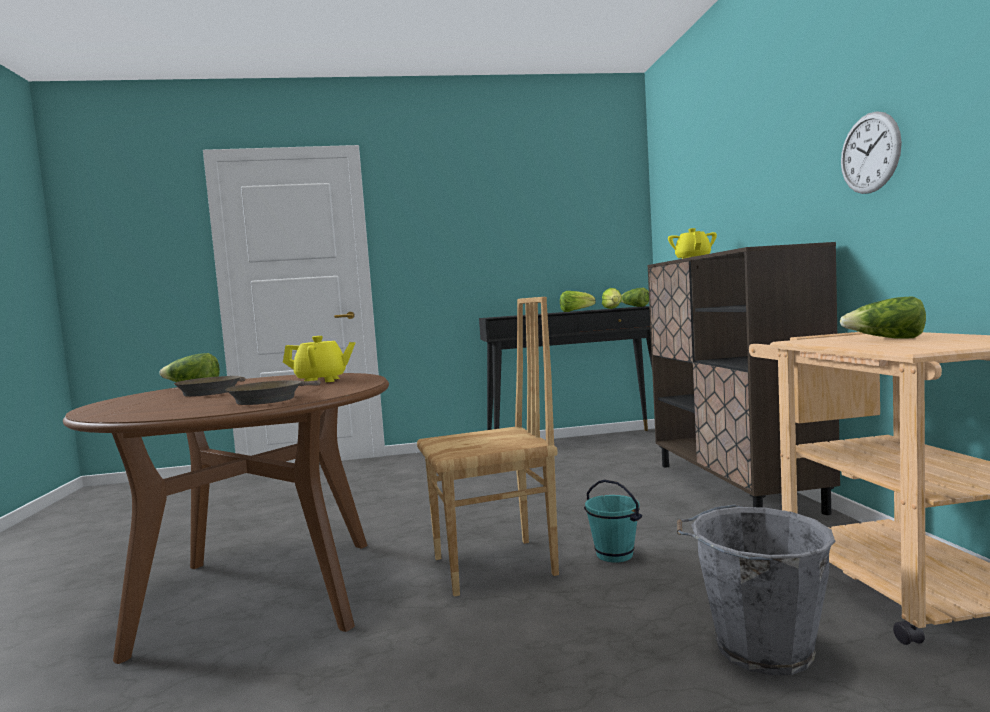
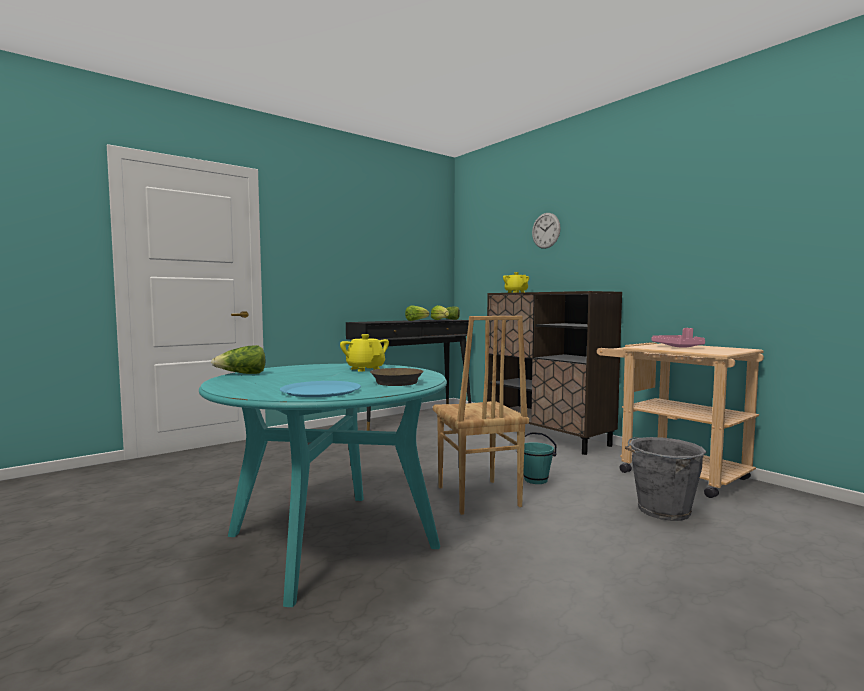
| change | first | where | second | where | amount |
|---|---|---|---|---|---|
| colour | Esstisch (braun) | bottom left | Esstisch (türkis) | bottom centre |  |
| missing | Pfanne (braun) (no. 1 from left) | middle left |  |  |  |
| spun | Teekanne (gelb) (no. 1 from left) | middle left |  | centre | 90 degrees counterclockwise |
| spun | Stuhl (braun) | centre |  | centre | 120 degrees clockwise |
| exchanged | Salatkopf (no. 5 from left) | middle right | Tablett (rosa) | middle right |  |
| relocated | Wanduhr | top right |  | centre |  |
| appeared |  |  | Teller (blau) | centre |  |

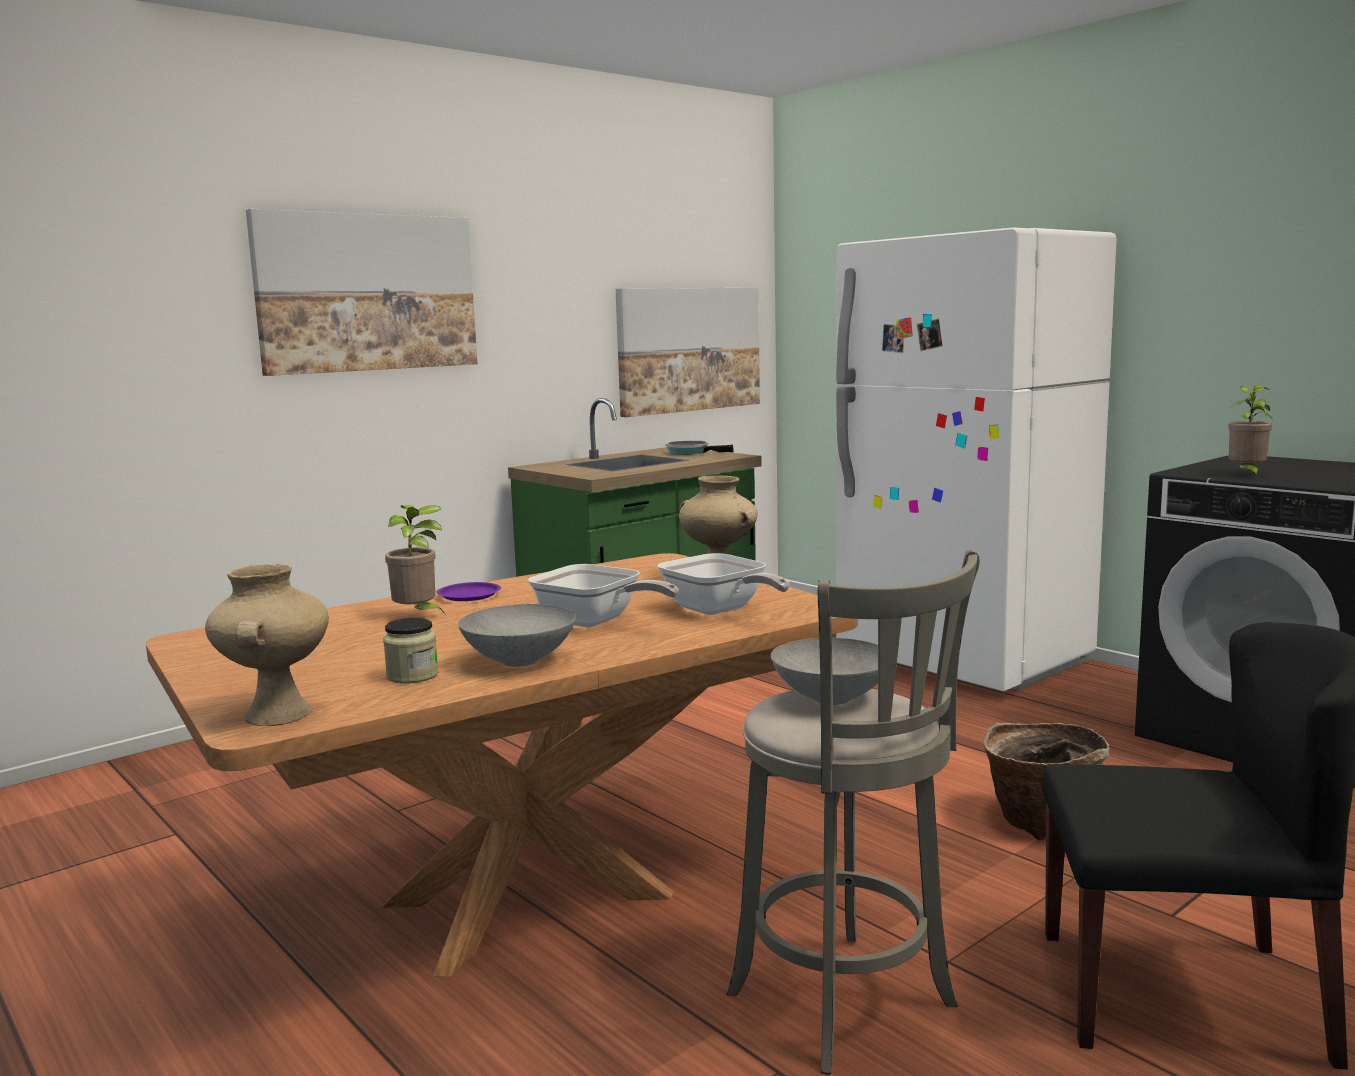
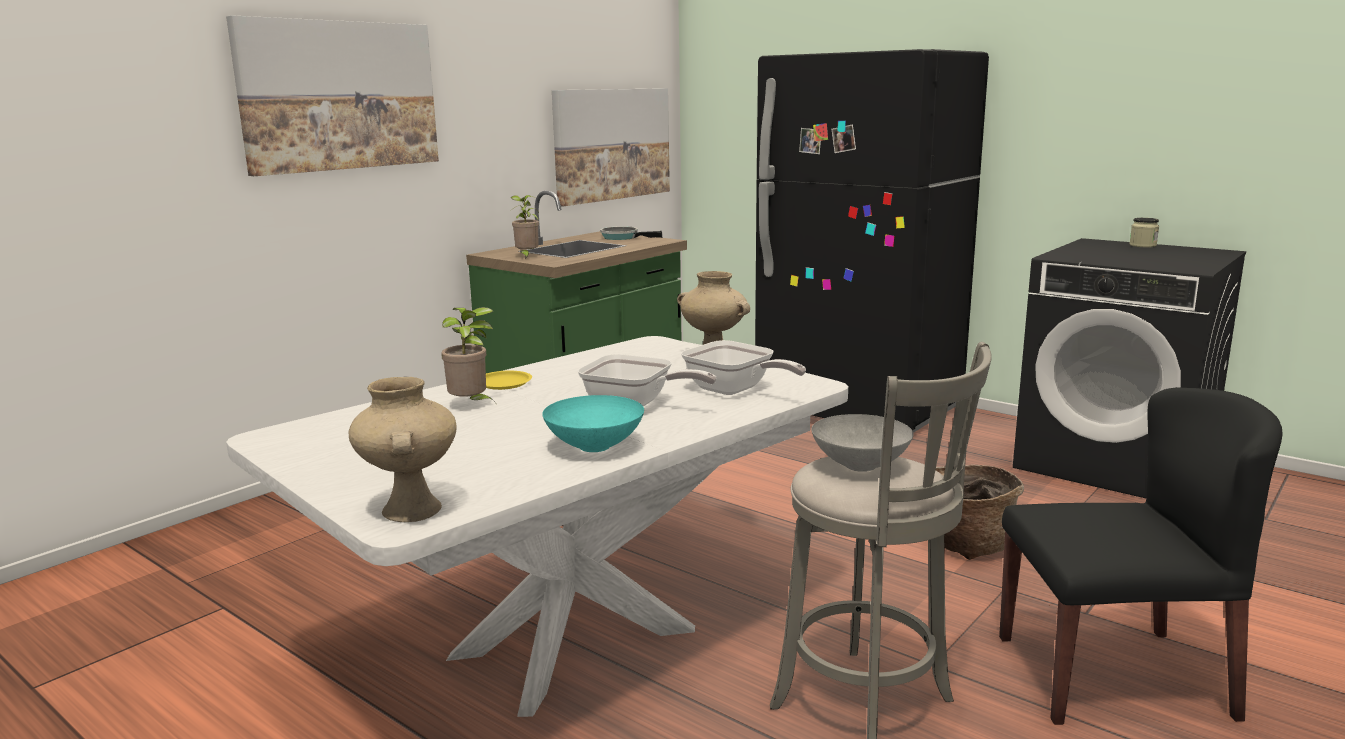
| change | first | where | second | where | amount |
|---|---|---|---|---|---|
| colour | Esstisch (braun) | bottom centre | Esstisch (weiß) | bottom centre |  |
| relocated | Vorratsglas | middle left |  | top right |  |
| colour | Teller (lila) | centre | Teller (gelb) | centre |  |
| colour | Schüssel (grau) (no. 1 from left) | centre | Schüssel (türkis) | centre |  |
| colour | Kühlschrank (weiß) | middle right | Kühlschrank (schwarz) | top centre |  |
| relocated | Topfpflanze (no. 2 from left) | middle right |  | top centre |  |

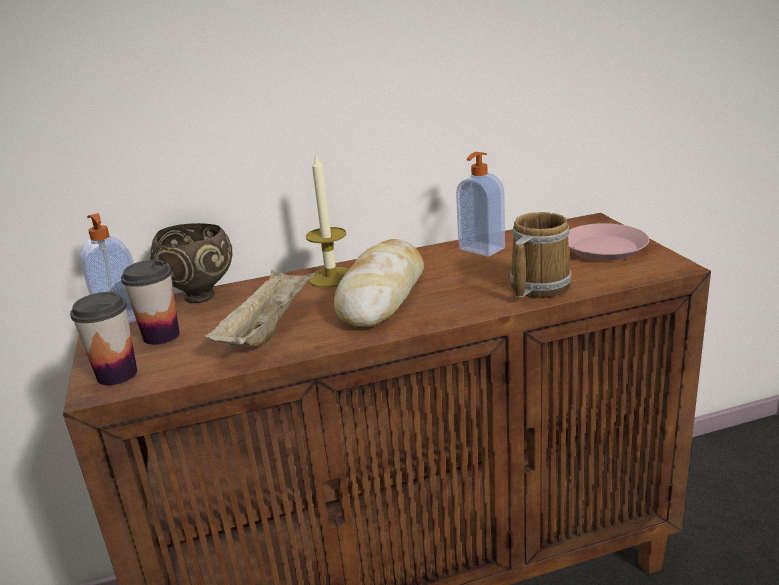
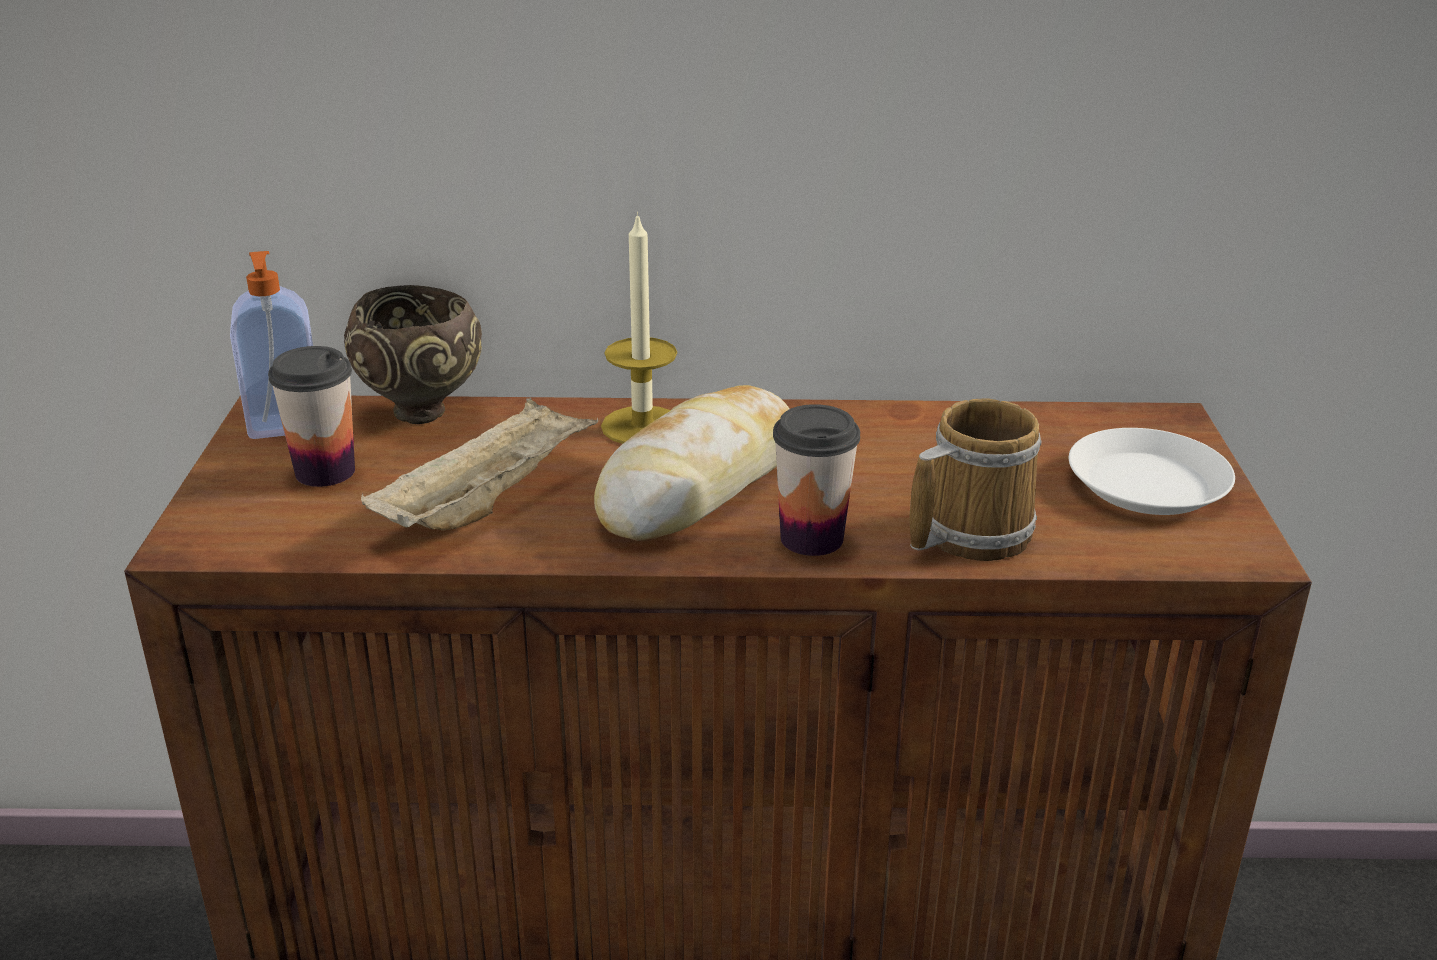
| change | first | where | second | where | amount |
|---|---|---|---|---|---|
| relocated | Tasse (no. 1 from left in the first image) | middle left | Tasse (no. 2 from left) | centre |  |
| missing | Seifenspender (no. 2 from left) | centre |  |  |  |
| colour | Teller (rosa) | middle right | Teller (weiß) | middle right |  |

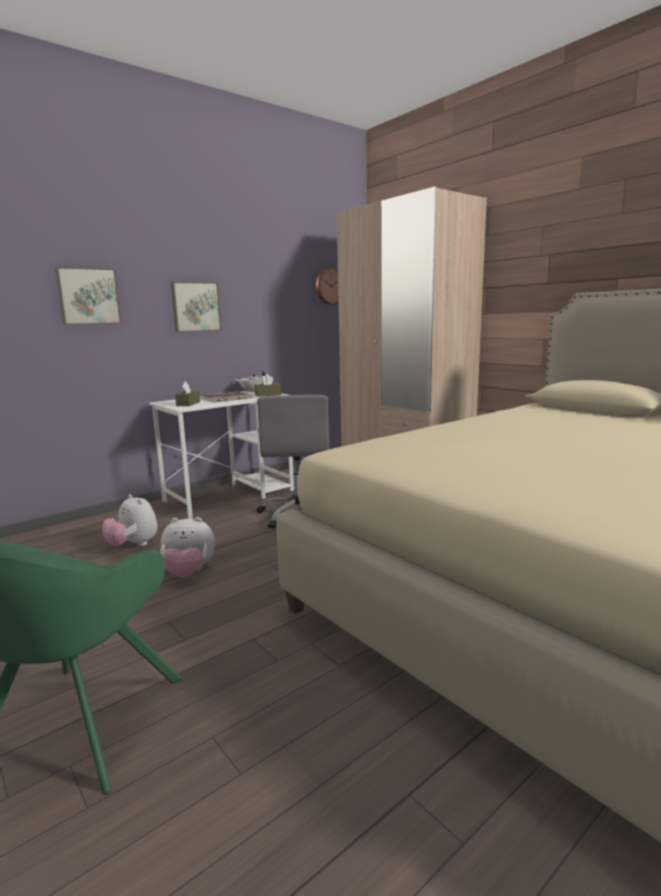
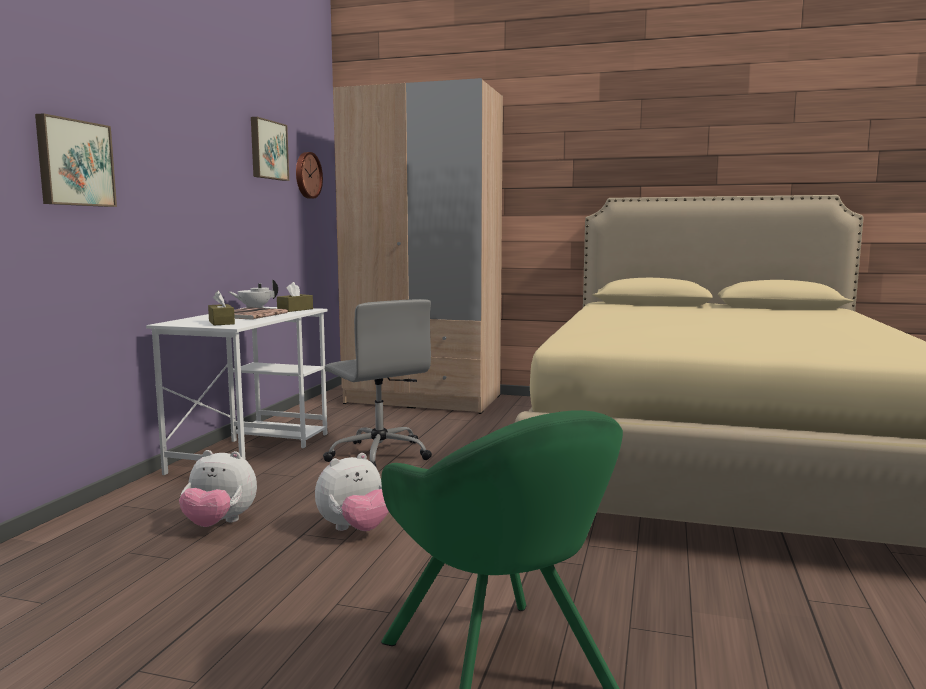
| change | first | where | second | where | amount |
|---|---|---|---|---|---|
| relocated | Bild (no. 2 from left) | middle left |  | top left |  |

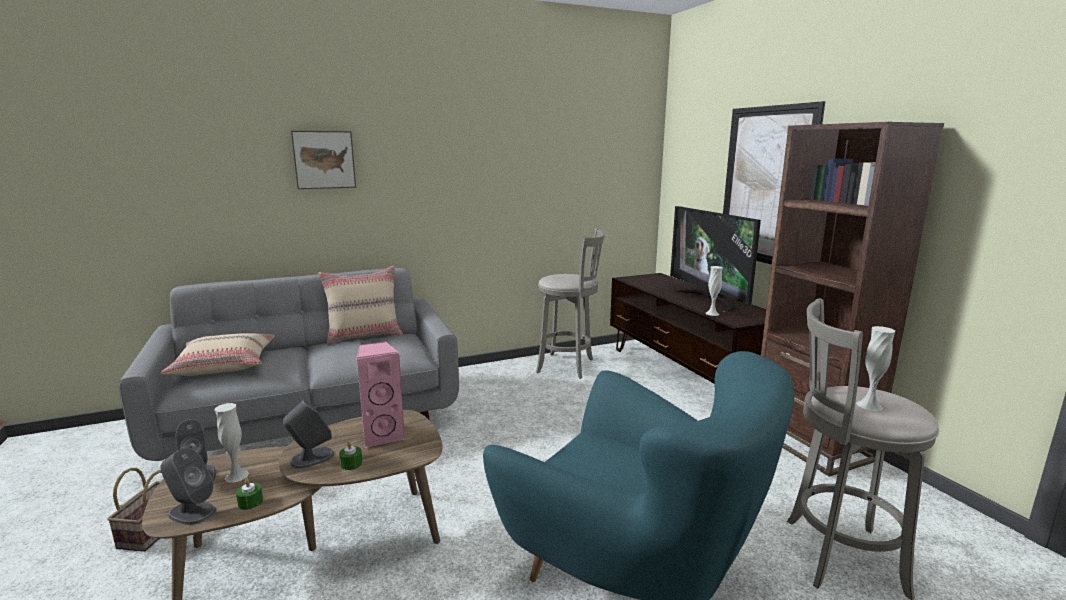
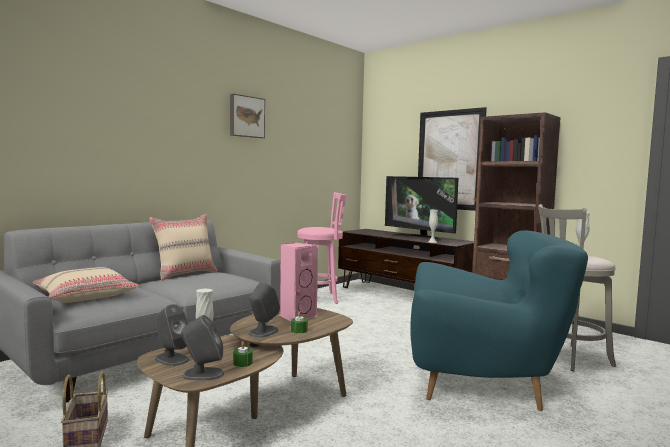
| change | first | where | second | where | amount |
|---|---|---|---|---|---|
| relocated | Bild (no. 1 from left) | top left |  | top centre |  |
| colour | Hocker (grau) (no. 1 from left) | centre | Hocker (rosa) | centre |  |

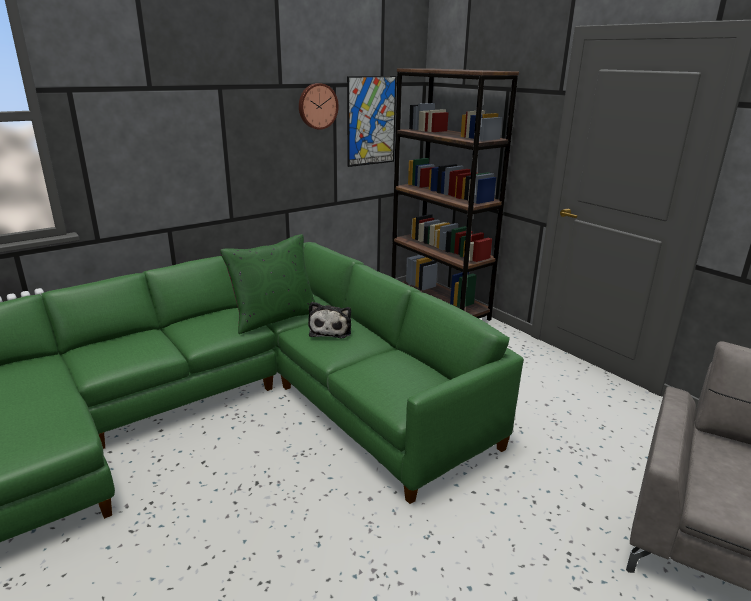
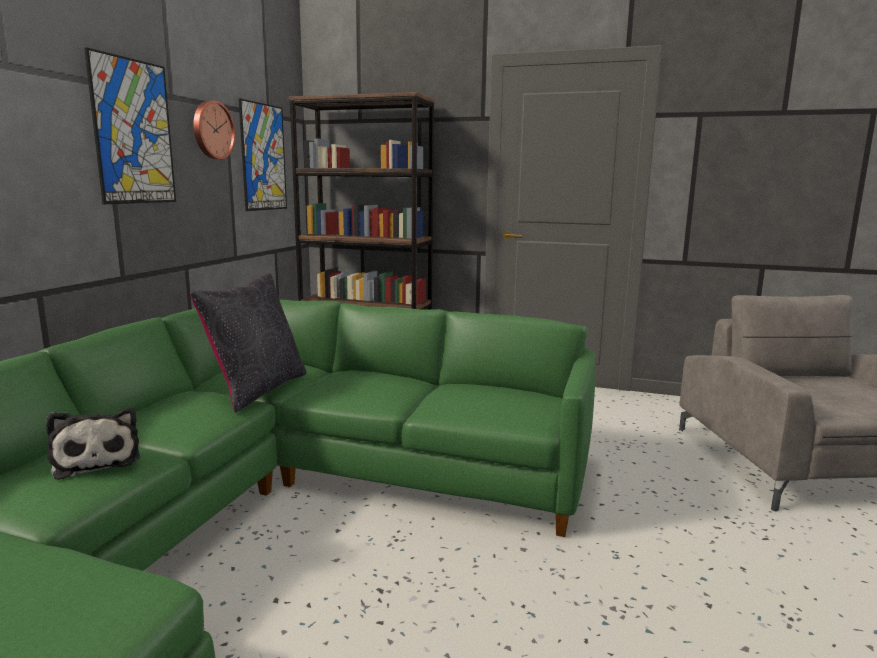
| change | first | where | second | where | amount |
|---|---|---|---|---|---|
| colour | Kissen (grün) | centre | Kissen (schwarz) | middle left |  |
| relocated | Plüschtier | centre |  | bottom left |  |
| appeared |  |  | Bild (no. 1 from left) | top left |  |

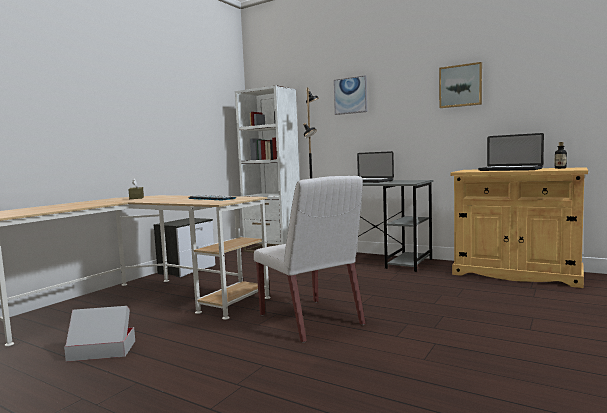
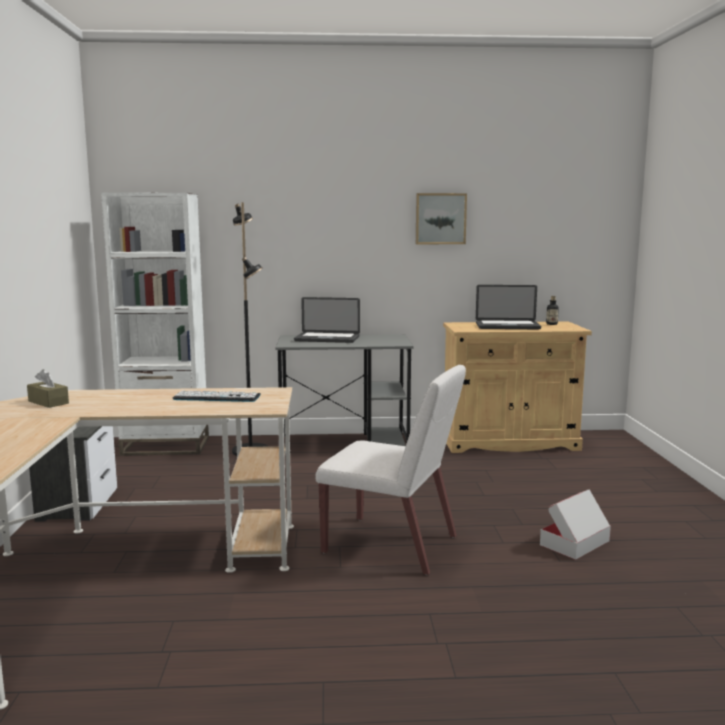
| change | first | where | second | where | amount |
|---|---|---|---|---|---|
| relocated | Karton | bottom left |  | bottom right |  |
| missing | Bild (no. 1 from left) | top centre |  |  |  |

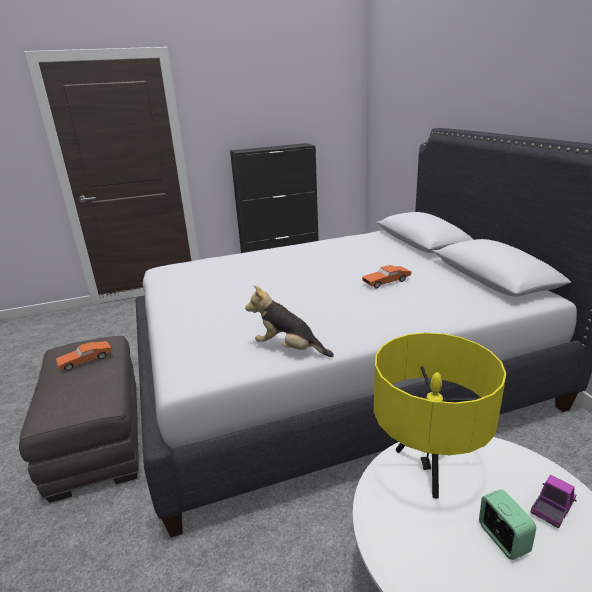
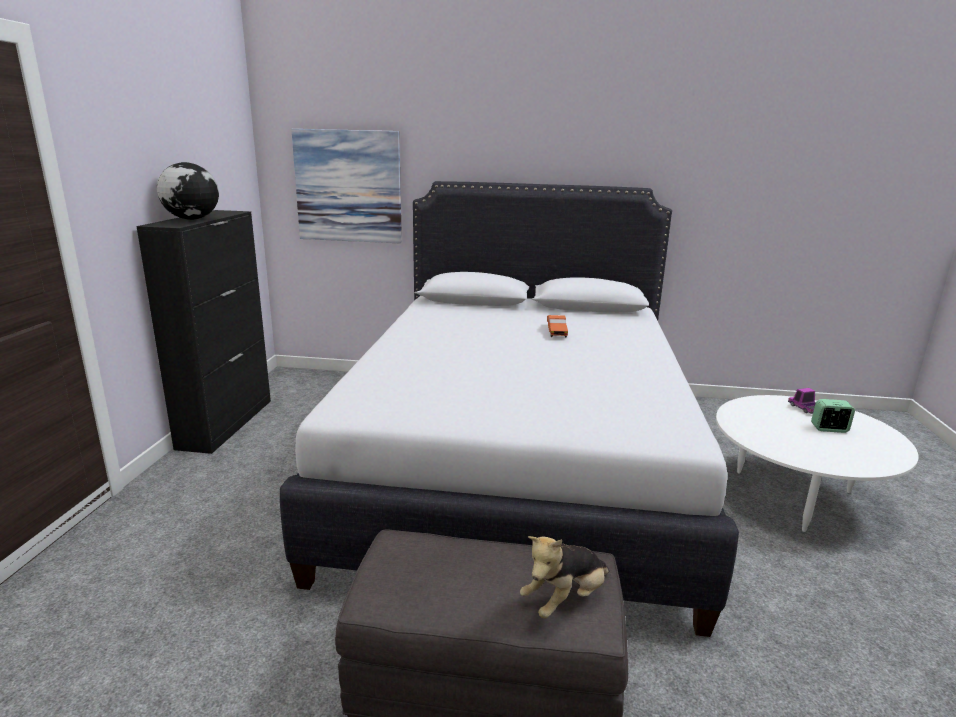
| change | first | where | second | where | amount |
|---|---|---|---|---|---|
| missing | Spielzeugauto (orange) (no. 1 from left) | middle left |  |  |  |
| relocated | Plüschtier | centre |  | bottom centre |  |
| missing | Tischlampe (gelb) | bottom right |  |  |  |
| appeared |  |  | Globus | top left |  |
| appeared |  |  | Bild | top centre |  |

